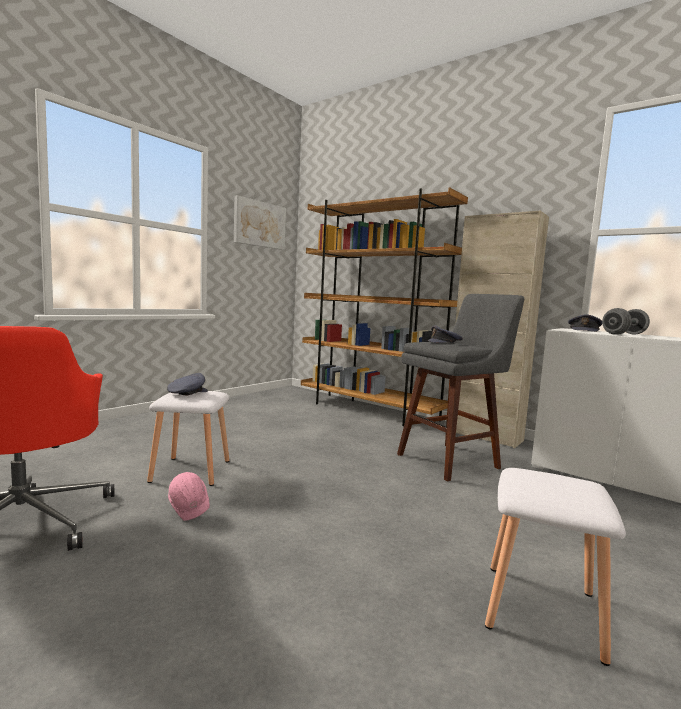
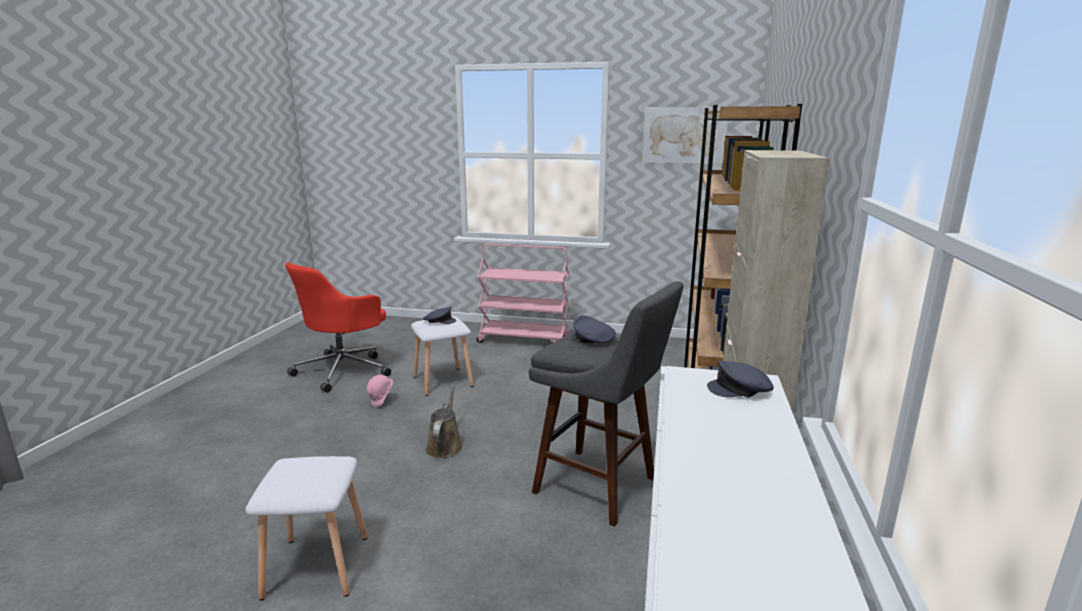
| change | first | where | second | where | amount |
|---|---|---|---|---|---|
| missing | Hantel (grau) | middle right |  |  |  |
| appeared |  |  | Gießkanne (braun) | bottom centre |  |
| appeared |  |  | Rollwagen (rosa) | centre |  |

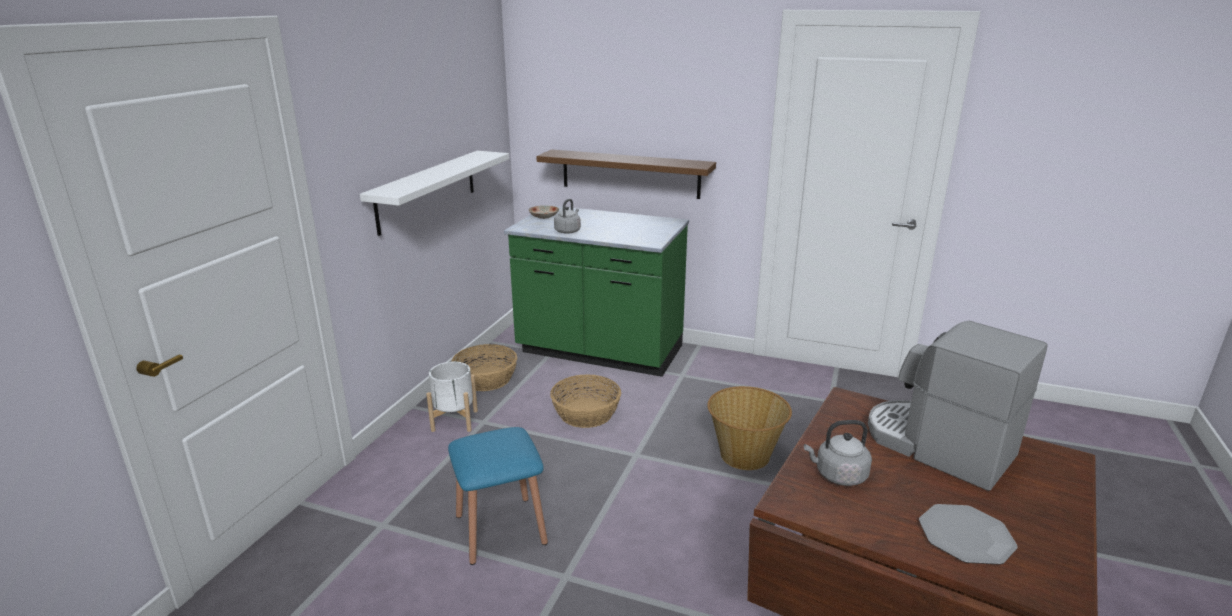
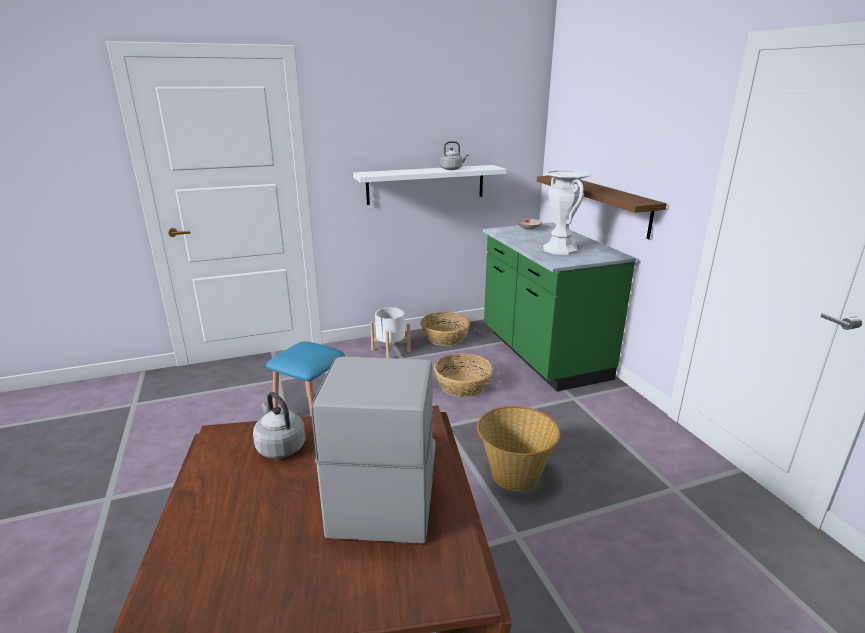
| change | first | where | second | where | amount |
|---|---|---|---|---|---|
| relocated | Wasserkessel (grau) (no. 1 from left in the first image) | centre | Wasserkessel (grau) (no. 2 from left) | top centre |  |
| missing | Teller (no. 2 from left) | bottom right |  |  |  |
| appeared |  |  | Vase (weiß) | centre |  |

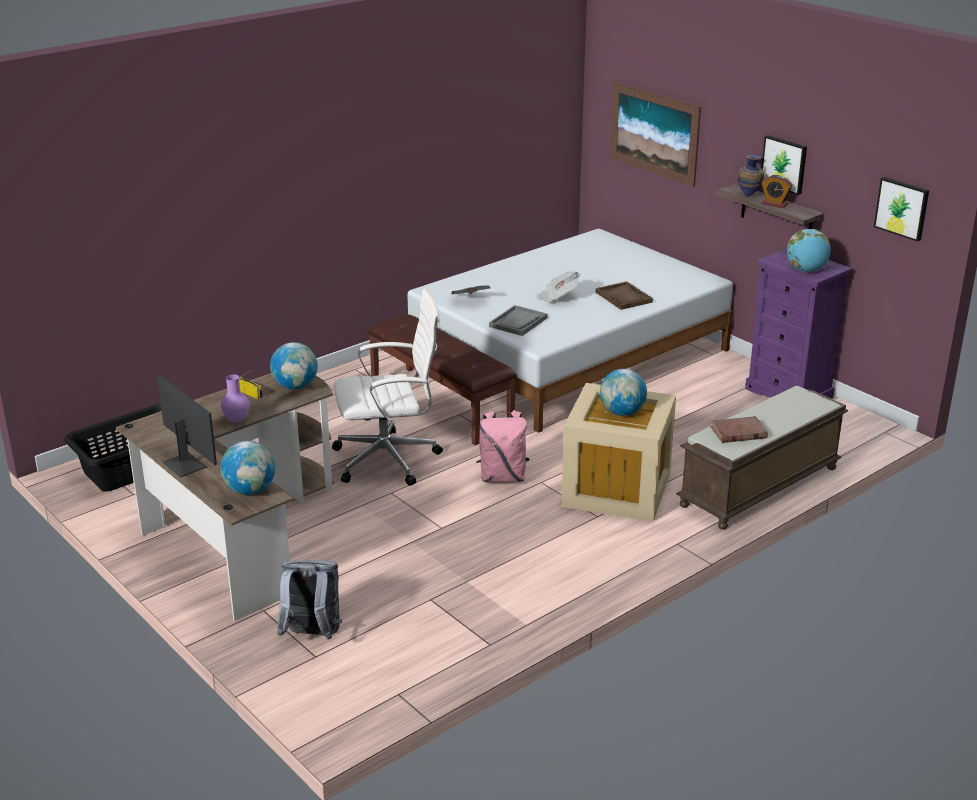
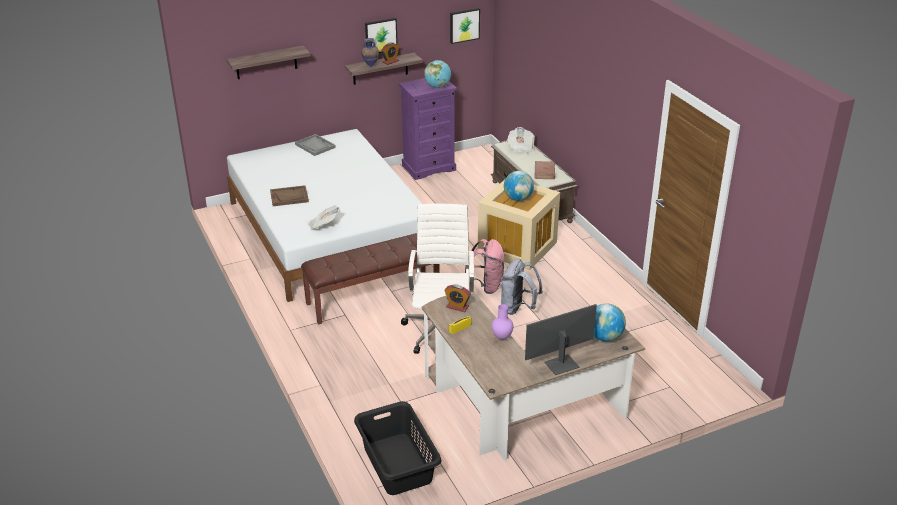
| change | first | where | second | where | amount |
|---|---|---|---|---|---|
| exchanged | Globus (no. 2 from left) | middle left | Wecker (no. 2 from left) | centre |  |
| relocated | Rucksack (grau) | bottom left |  | centre |  |
| relocated | Tablett (grau) | centre |  | top centre |  |
| relocated | Zeitung (no. 2 from left) | centre |  | top centre |  |
| relocated | Tablett (braun) | centre |  | middle left |  |
| exchanged | Bild (no. 1 from left) | top right | Wandregal (no. 1 from left) | top left |  |

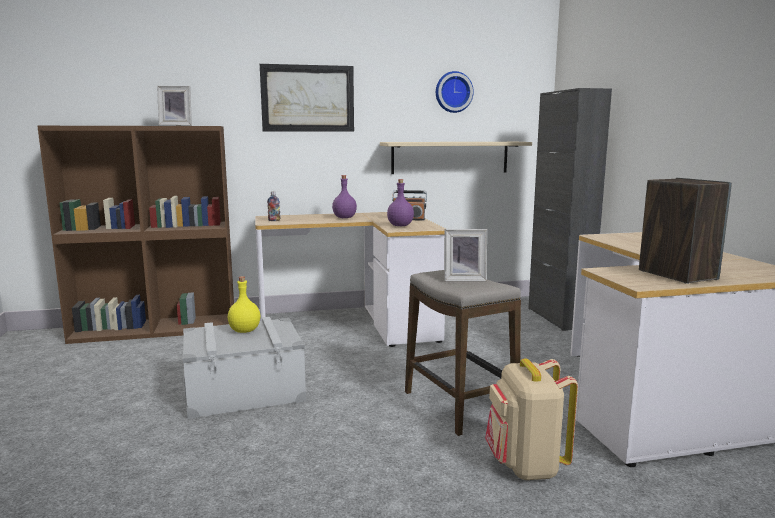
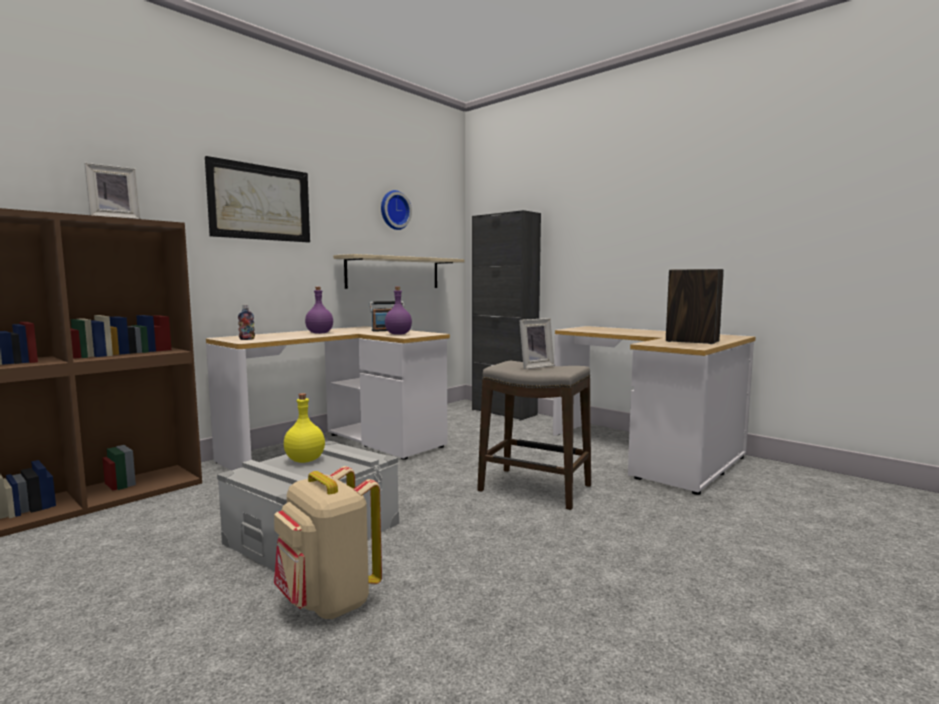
| change | first | where | second | where | amount |
|---|---|---|---|---|---|
| relocated | Rucksack (beige) | bottom right |  | bottom centre |  |

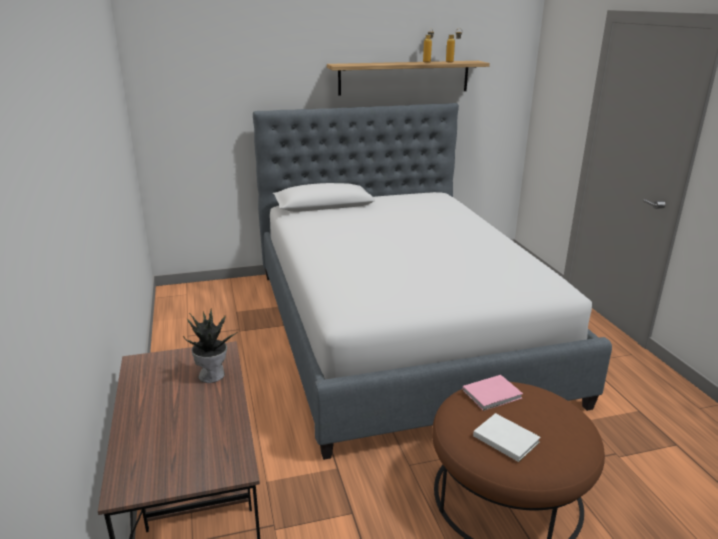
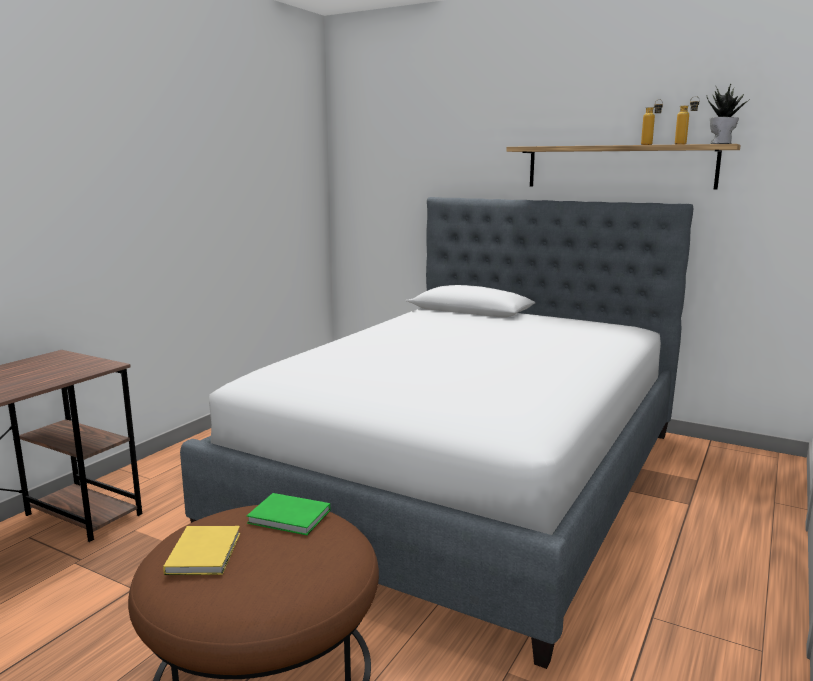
| change | first | where | second | where | amount |
|---|---|---|---|---|---|
| relocated | Topfpflanze | middle left |  | top right |  |
| colour | Buch (rosa) | bottom right | Buch (grün) | bottom centre |  |
| colour | Buch (weiß) | bottom right | Buch (gelb) | bottom left |  |

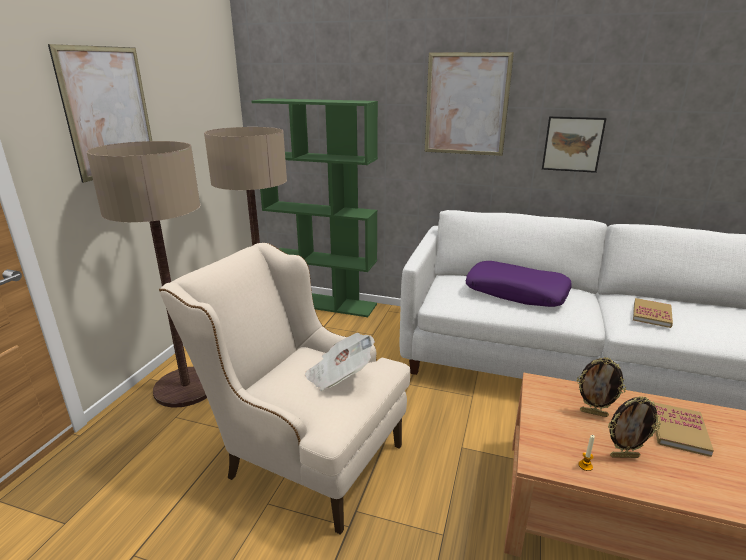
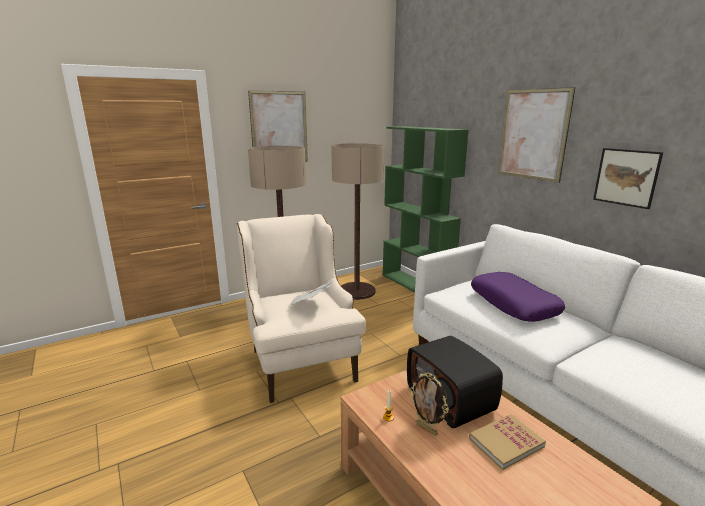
| change | first | where | second | where | amount |
|---|---|---|---|---|---|
| exchanged | Bilderrahmen (no. 1 from left) | bottom right | Radio | bottom centre |  |
| missing | Buch (no. 1 from left) | middle right |  |  |  |

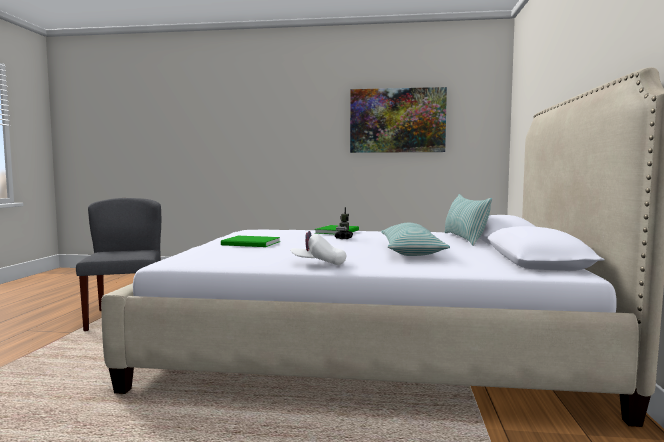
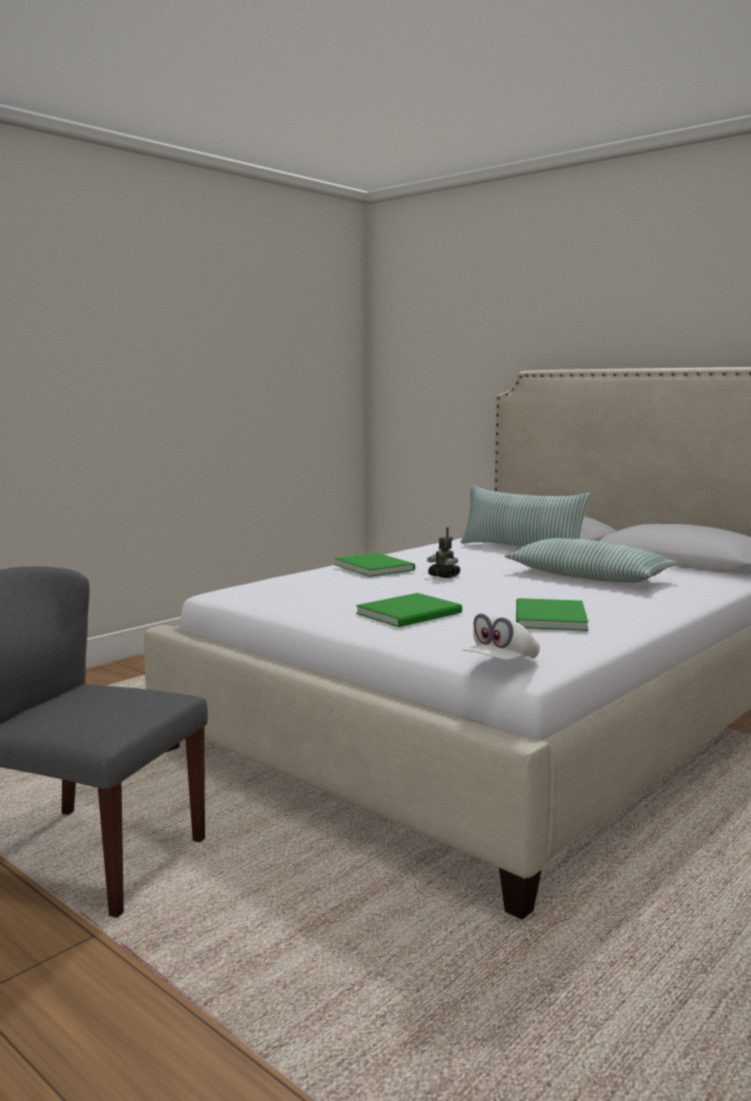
| change | first | where | second | where | amount |
|---|---|---|---|---|---|
| relocated | Kappe (weiß) | centre |  | middle right |  |
| missing | Bild | top centre |  |  |  |
| appeared |  |  | Buch (grün) (no. 3 from left) | middle right |  |

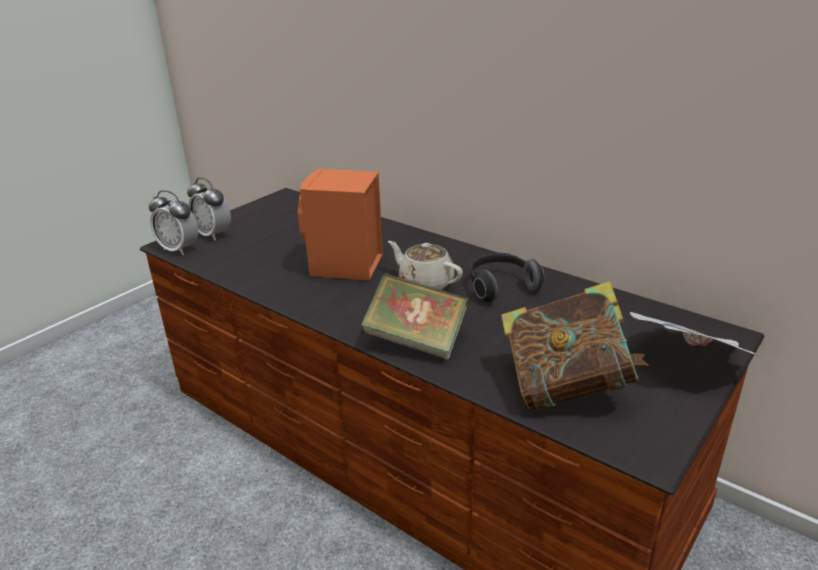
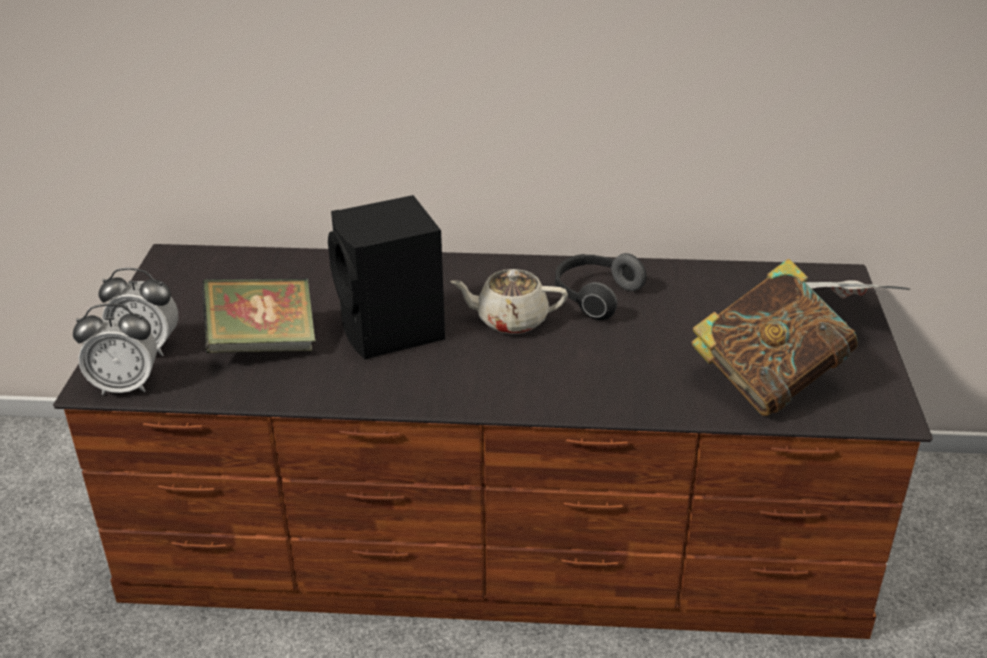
| change | first | where | second | where | amount |
|---|---|---|---|---|---|
| colour | Lautsprecher (orange) | centre | Lautsprecher (schwarz) | centre |  |
| relocated | Buch (no. 1 from left) | centre |  | middle left |  |

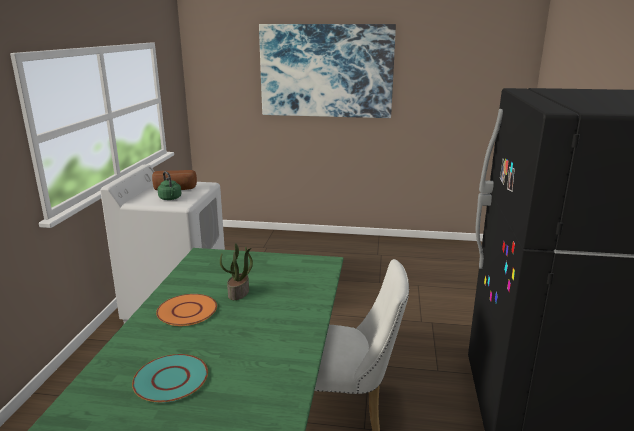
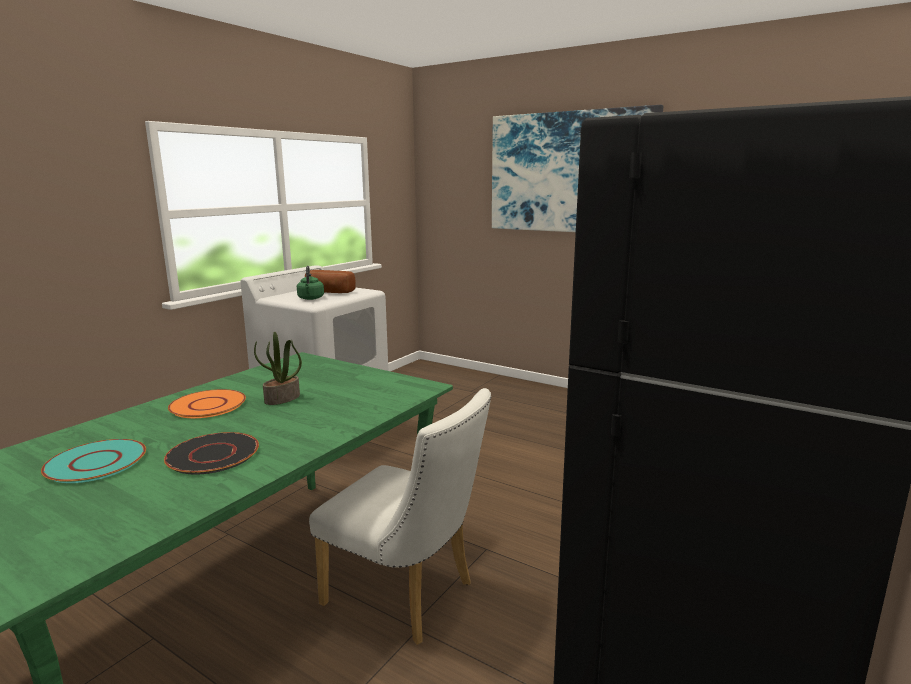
| change | first | where | second | where | amount |
|---|---|---|---|---|---|
| appeared |  |  | Teller (schwarz) | middle left |  |

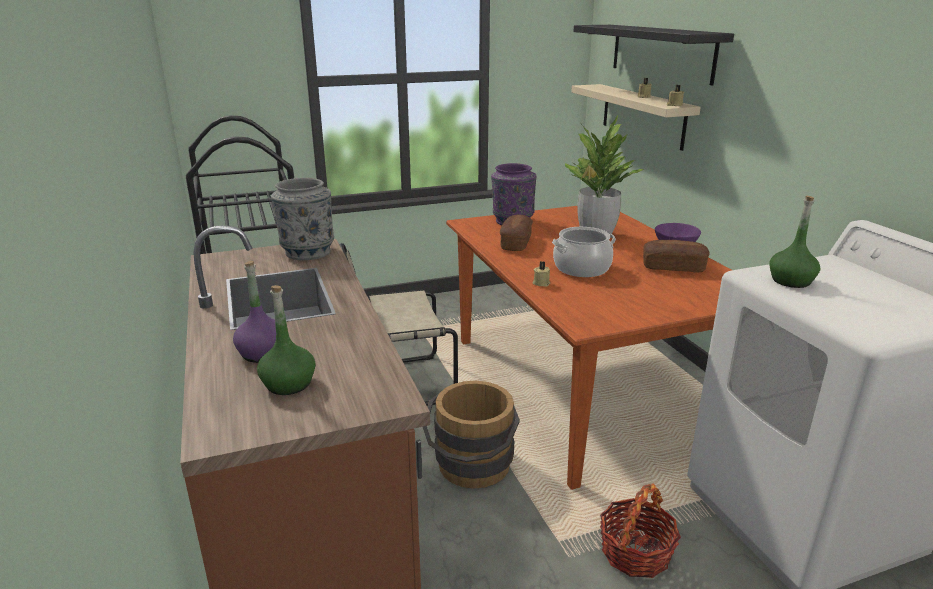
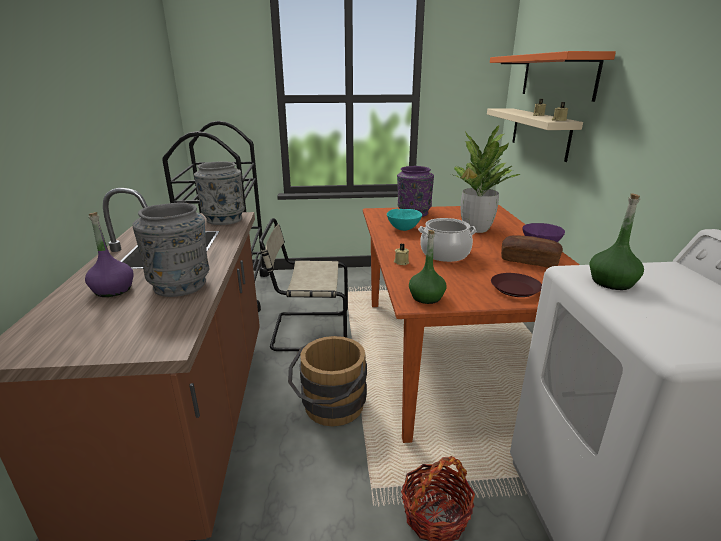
| change | first | where | second | where | amount |
|---|---|---|---|---|---|
| relocated | Flasche (grün) (no. 1 from left) | middle left |  | centre |  |
| exchanged | Brot (no. 1 from left) | centre | Schüssel (türkis) | centre |  |
| colour | Wandregal (schwarz) | top right | Wandregal (orange) | top right |  |
| appeared |  |  | Vase (grau) (no. 1 from left) | middle left |  |
| appeared |  |  | Teller (braun) | middle right |  |

